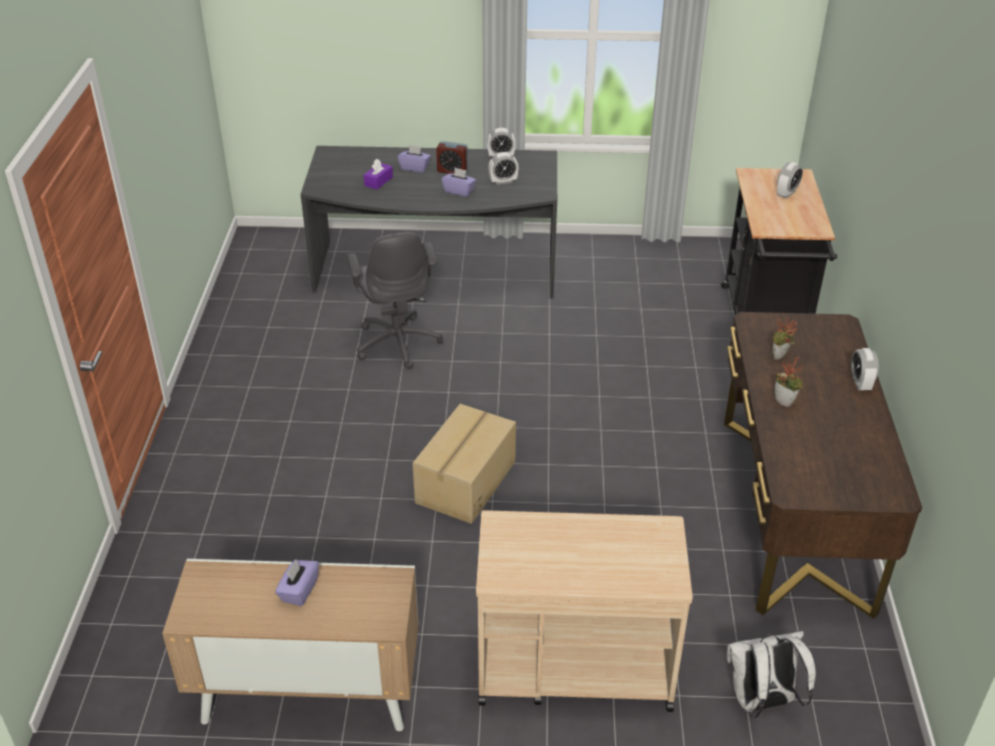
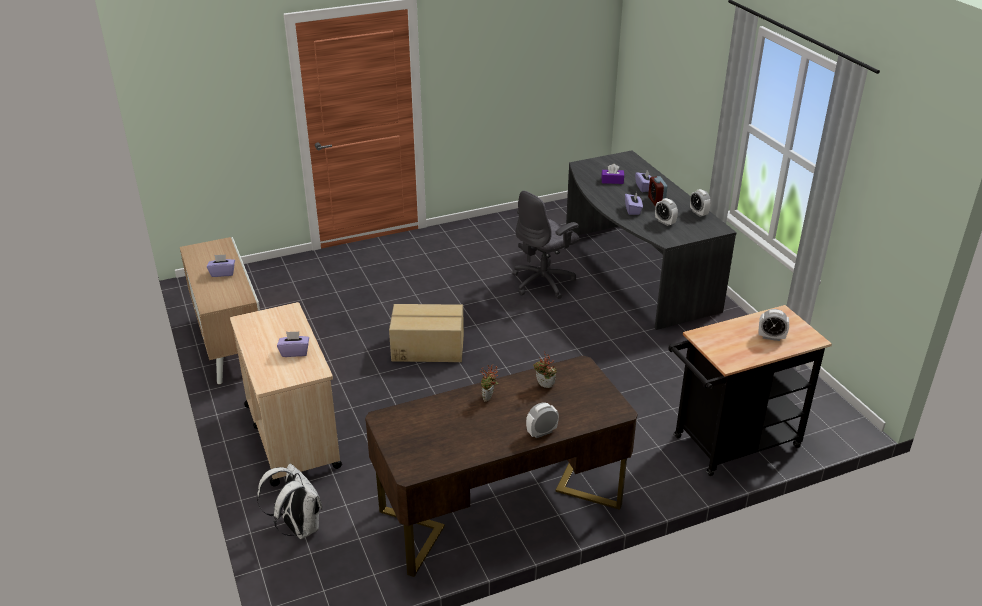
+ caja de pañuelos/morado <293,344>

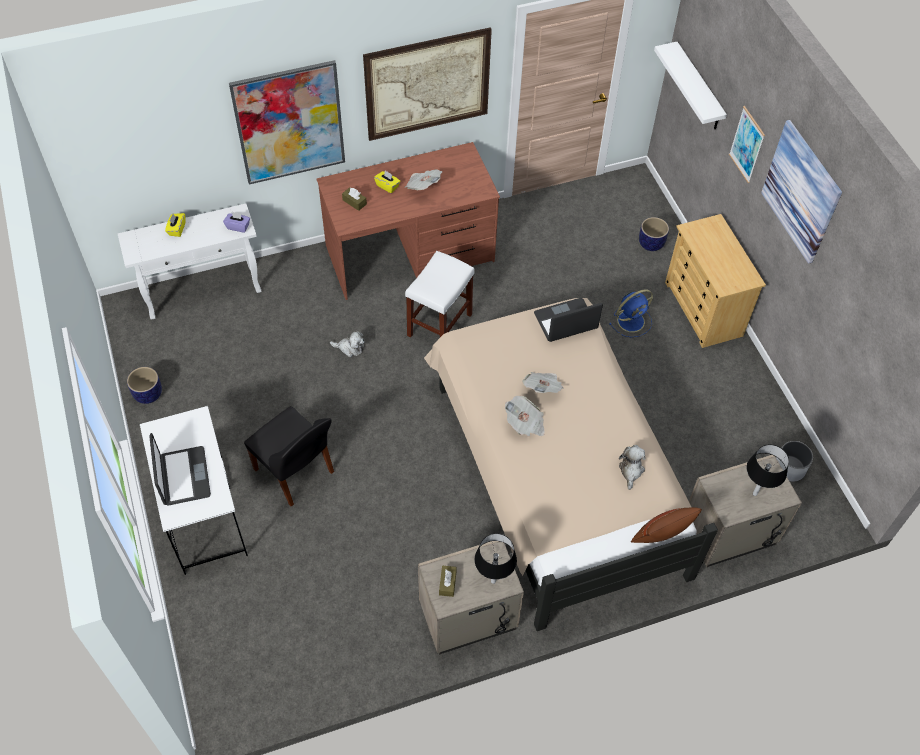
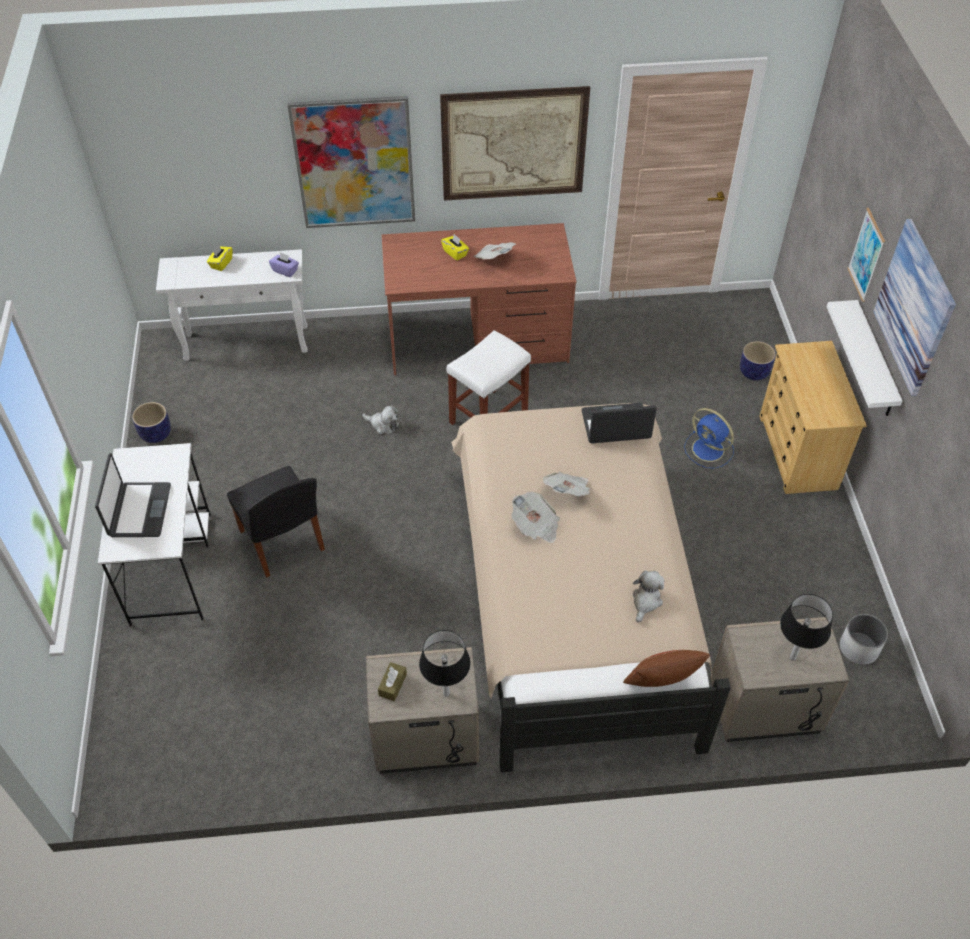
- caja de pañuelos/marrón <354,199>
~ ventilador/azul <631,313> = <709,438> 60 degrees clockwise
~ estante/blanco <690,85> to <864,358>

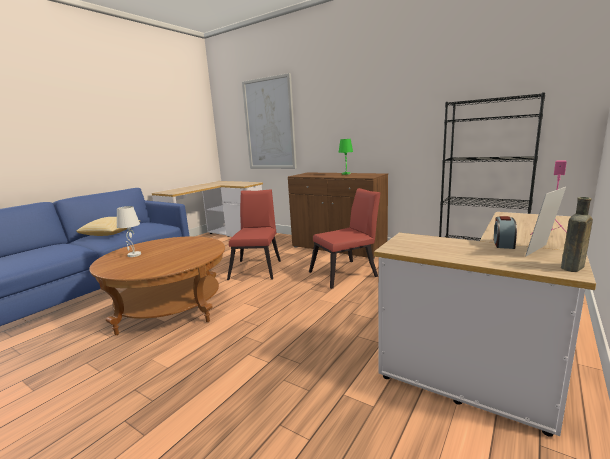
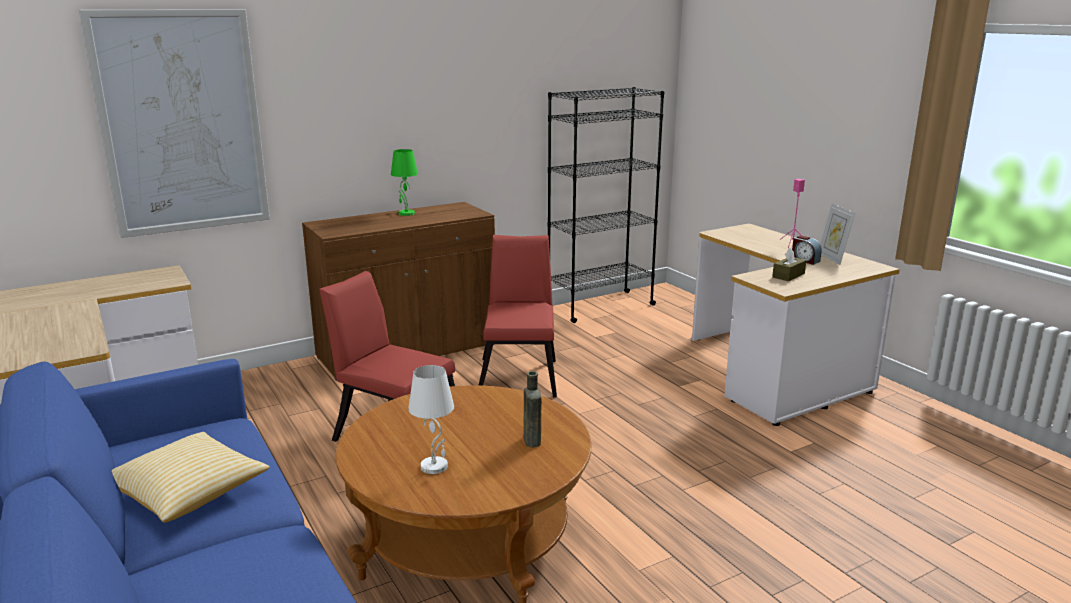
~ botella/marrón <577,234> to <532,409>
+ caja de pañuelos/marrón <789,264>

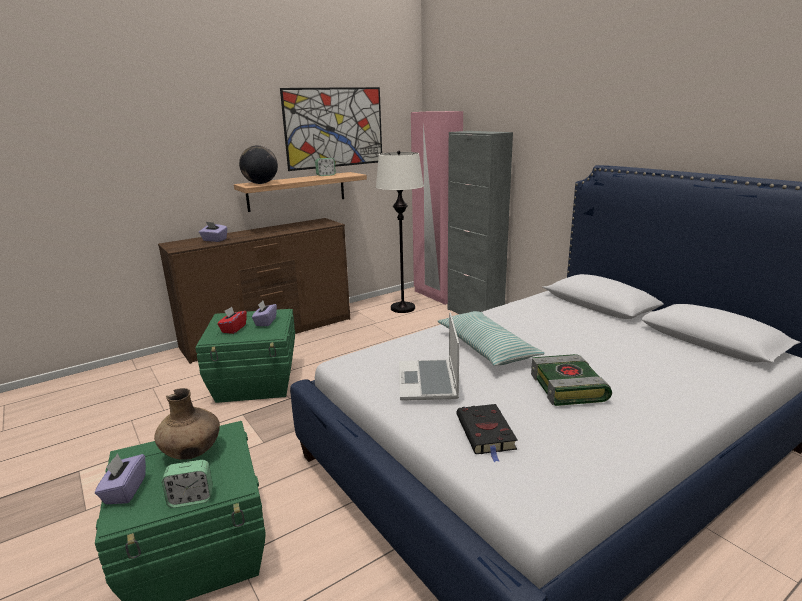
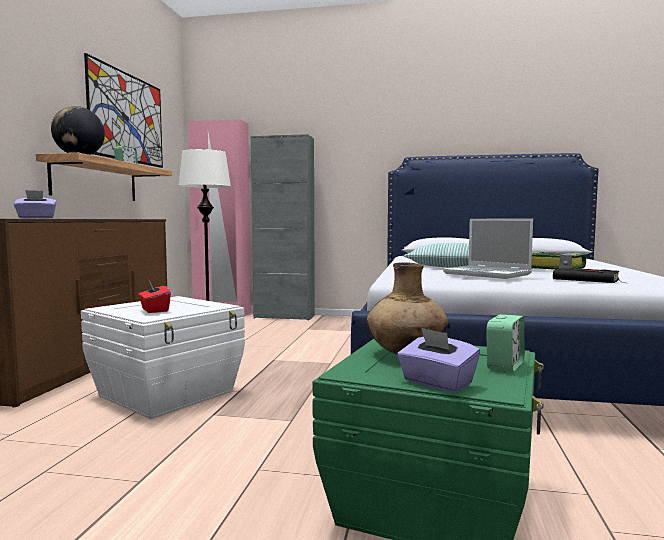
~ caja de almacenaje/verde <245,356> to caja de almacenaje/blanco <163,357>
- caja de pañuelos/morado <264,313>

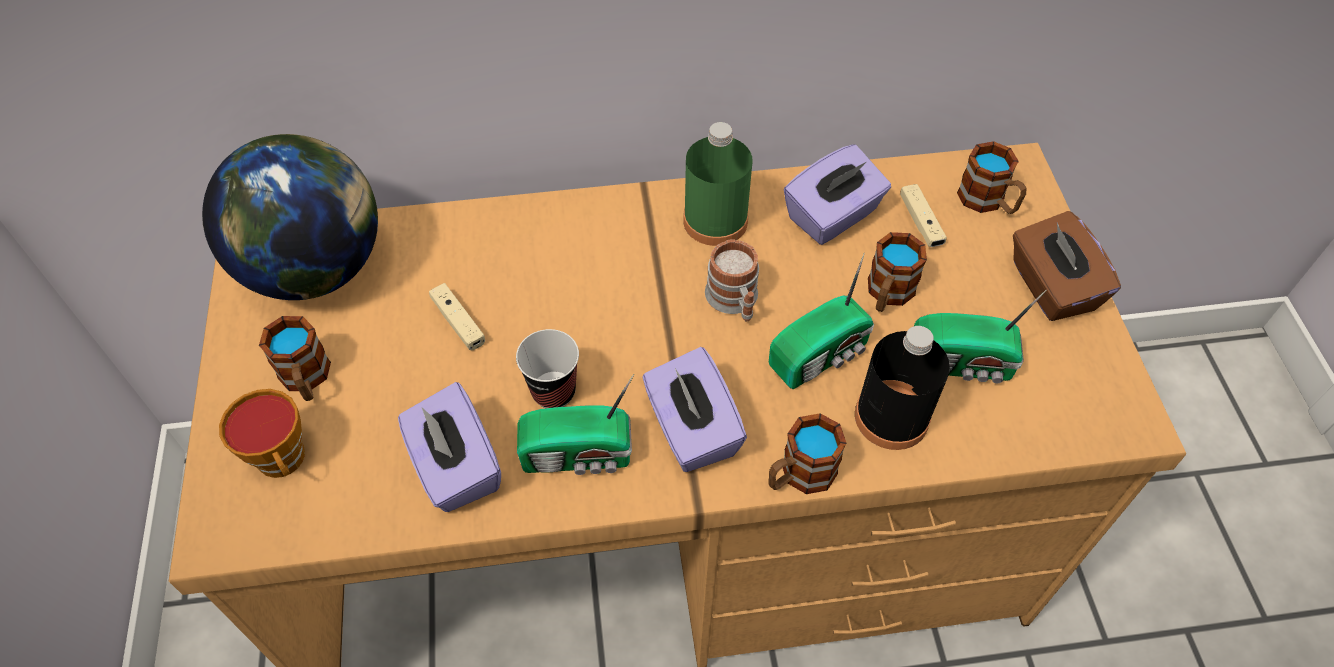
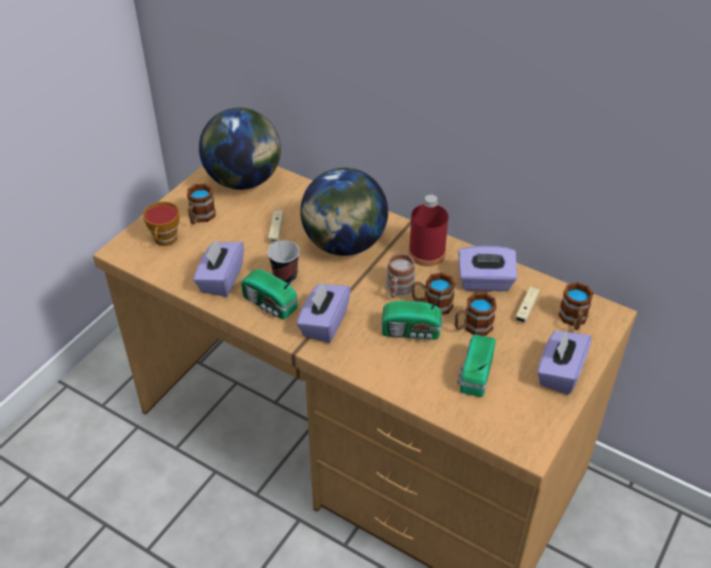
~ botella/verde <718,184> to botella/rojo <428,230>
~ taza grande <807,453> to <433,293>
- botella/negro <902,388>
~ radio <980,336> = <476,365> 60 degrees clockwise
~ caja de pañuelos/marrón <1067,266> to caja de pañuelos/morado <564,362>
+ globo terráqueo <344,212>

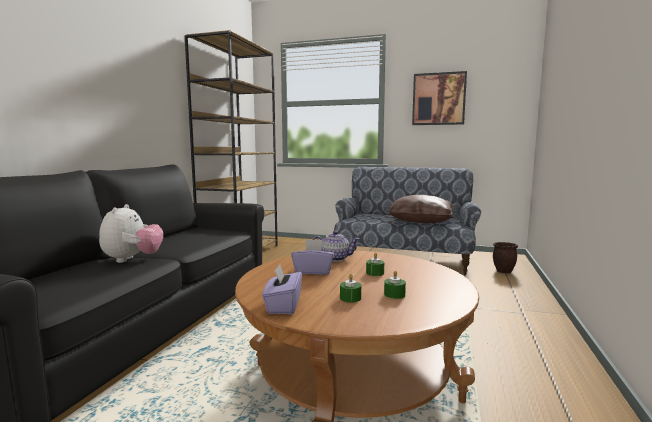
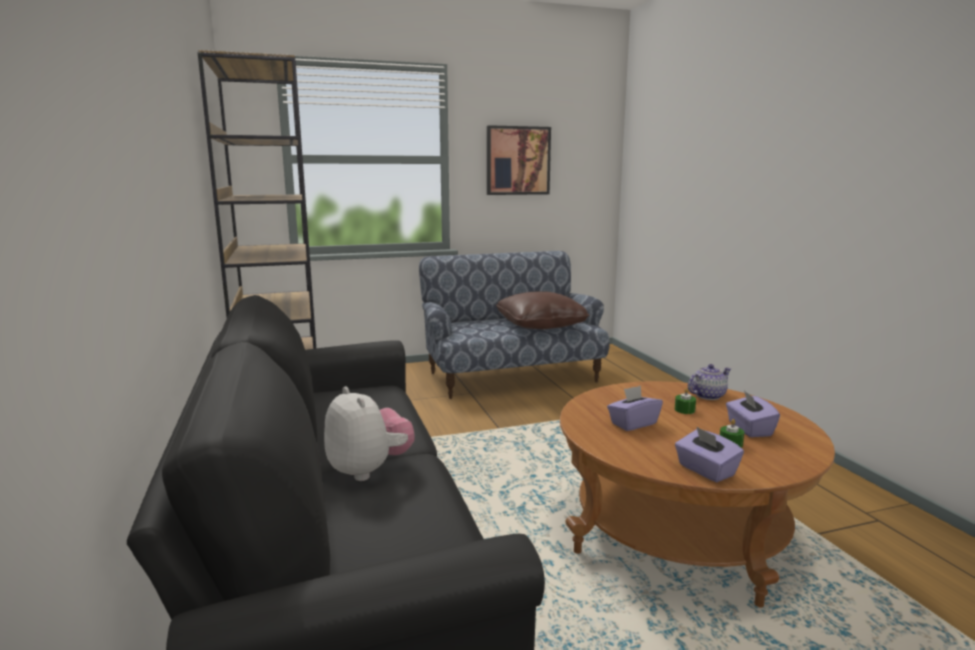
~ tetera <336,246> to <709,382>
~ vela/verde <395,285> to caja de pañuelos/morado <753,413>
- maceta/marrón <505,257>

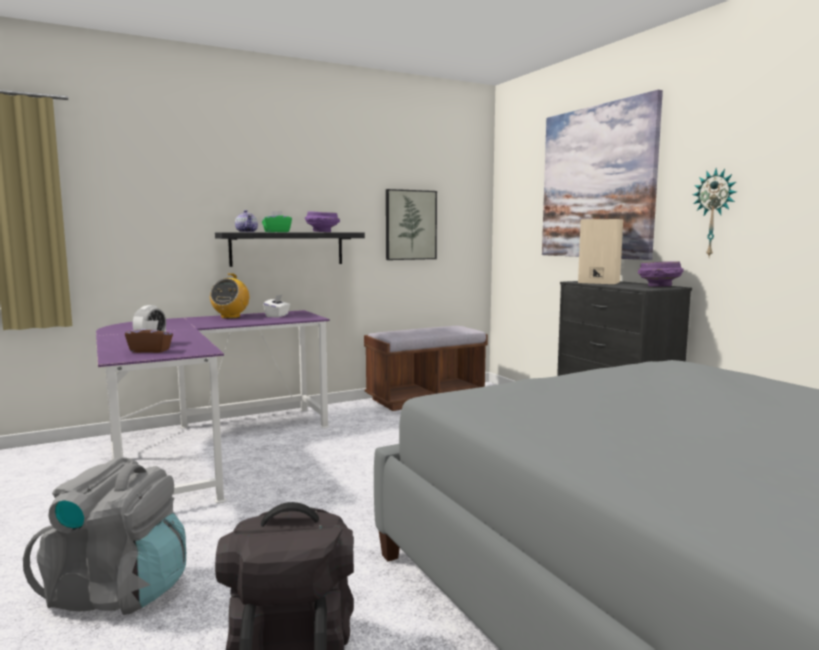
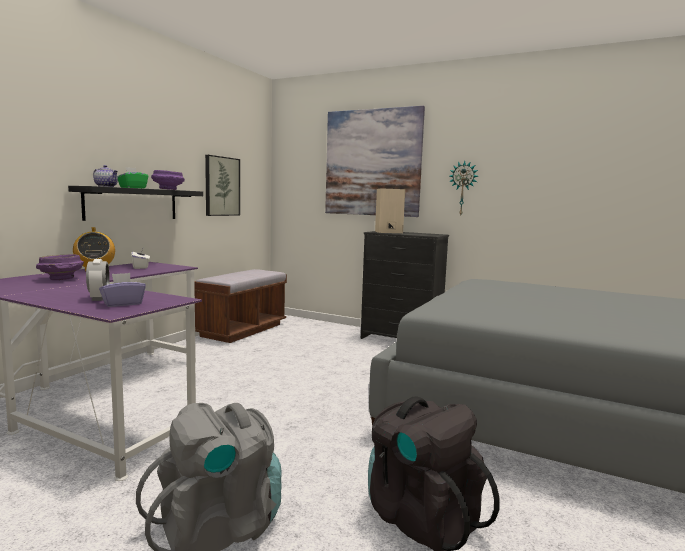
~ caja de pañuelos/marrón <149,336> to caja de pañuelos/morado <122,290>
~ cuenco/morado <661,274> to <60,267>

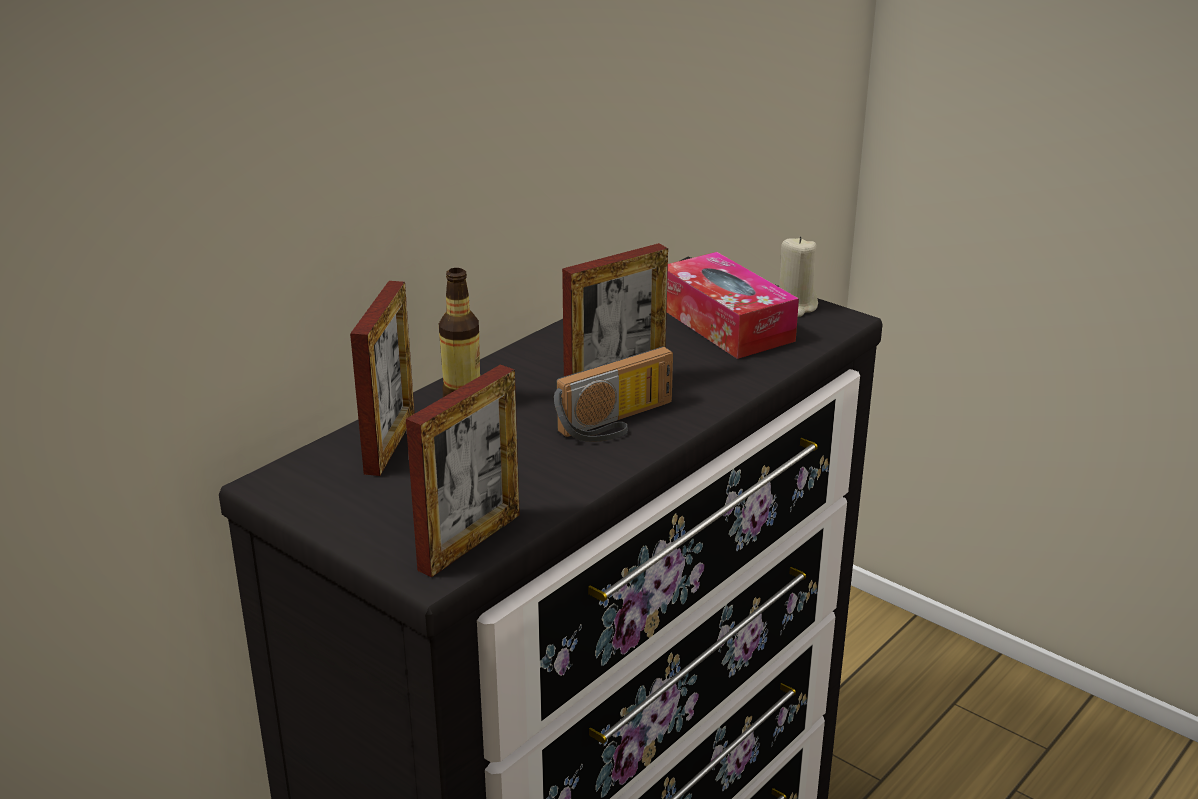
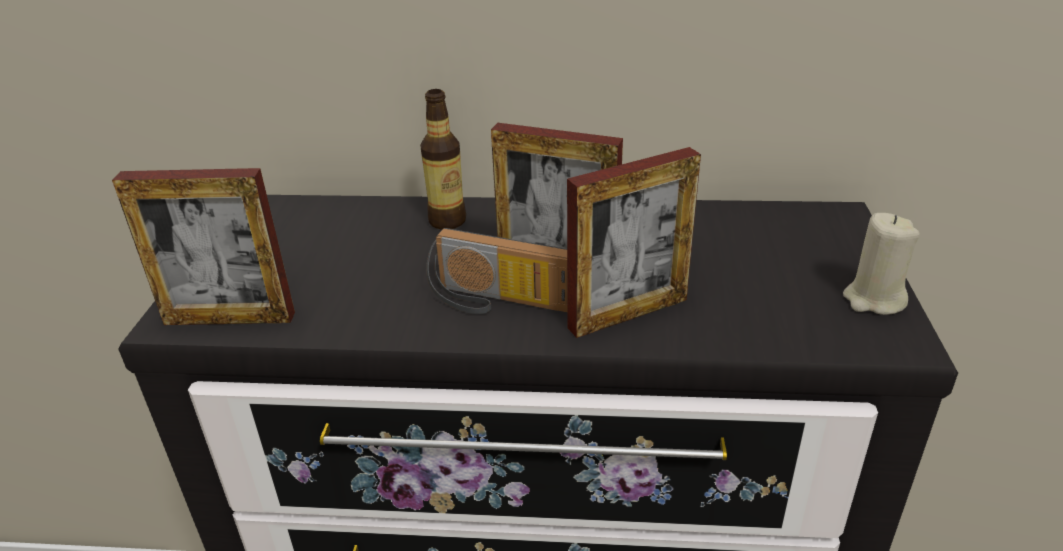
~ portarretratos <382,378> to <634,242>
- caja de pañuelos <733,305>

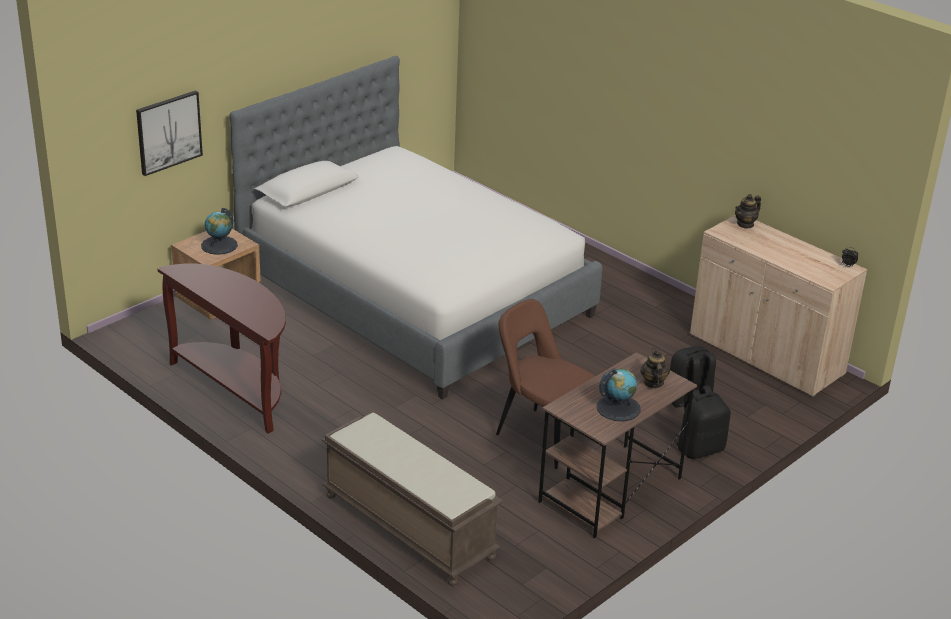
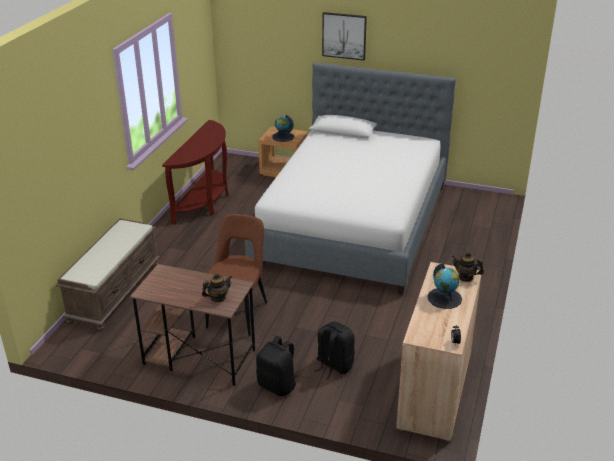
~ cuadro <169,133> to <344,36>
~ globo terráqueo <619,394> to <444,286>

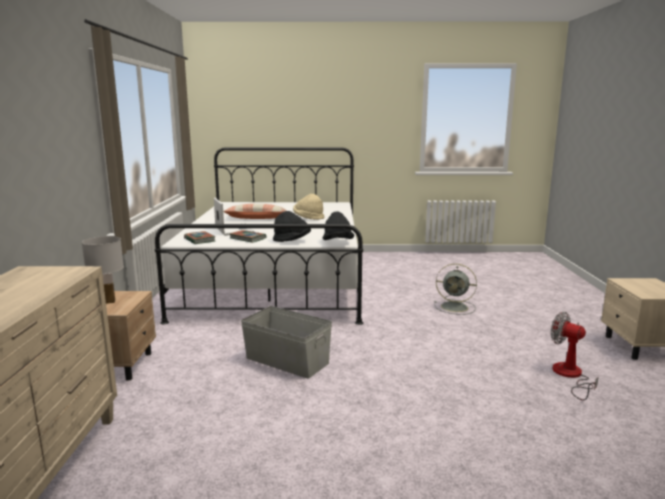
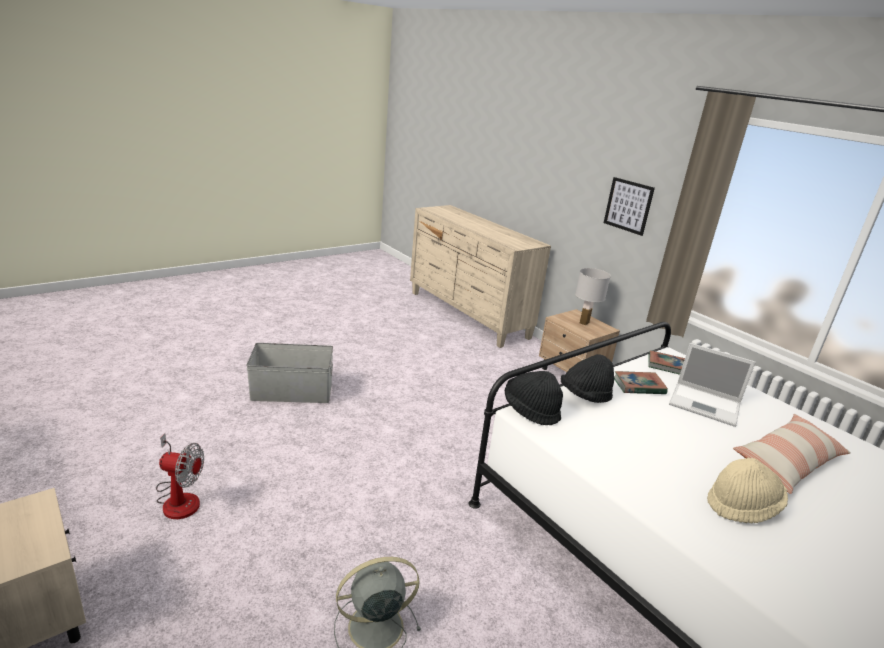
~ caja de almacenaje/gris <286,342> to <289,373>
+ cuadro <629,206>

